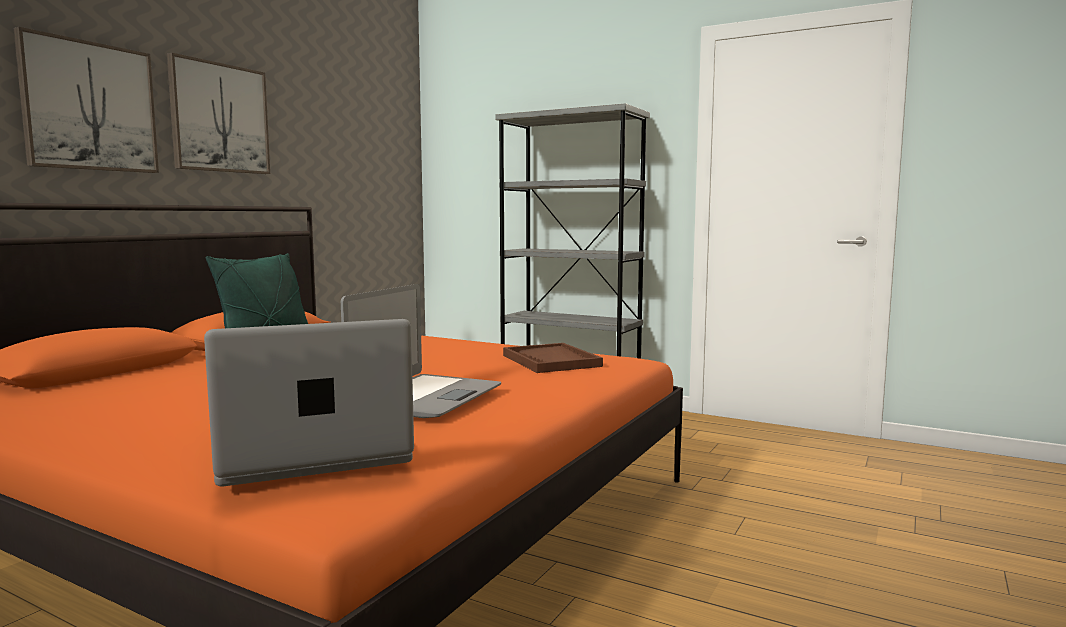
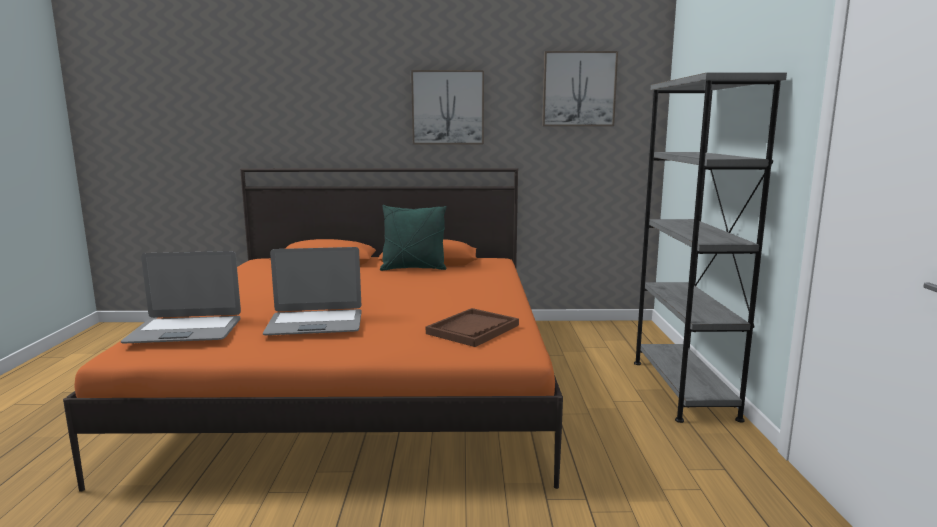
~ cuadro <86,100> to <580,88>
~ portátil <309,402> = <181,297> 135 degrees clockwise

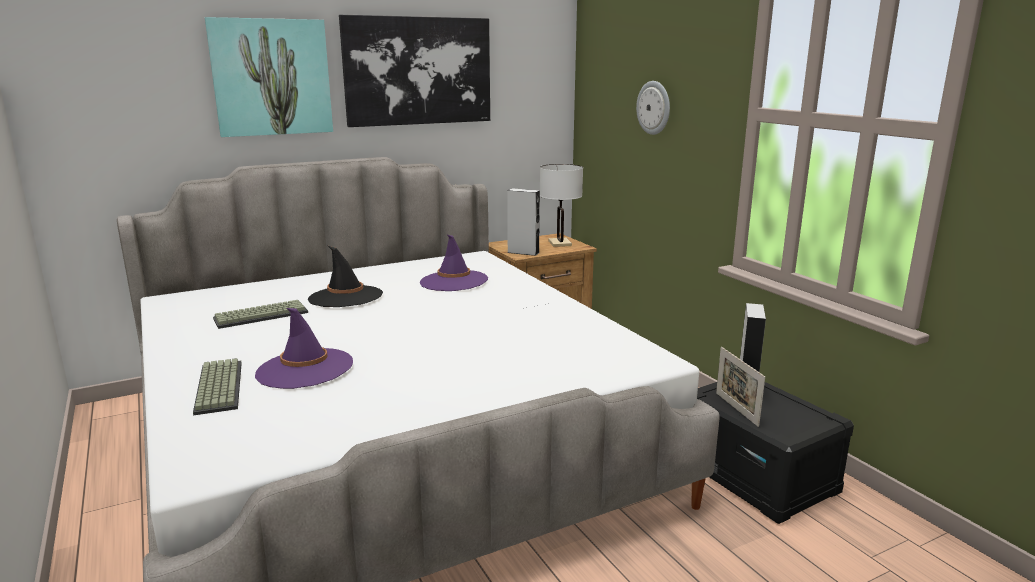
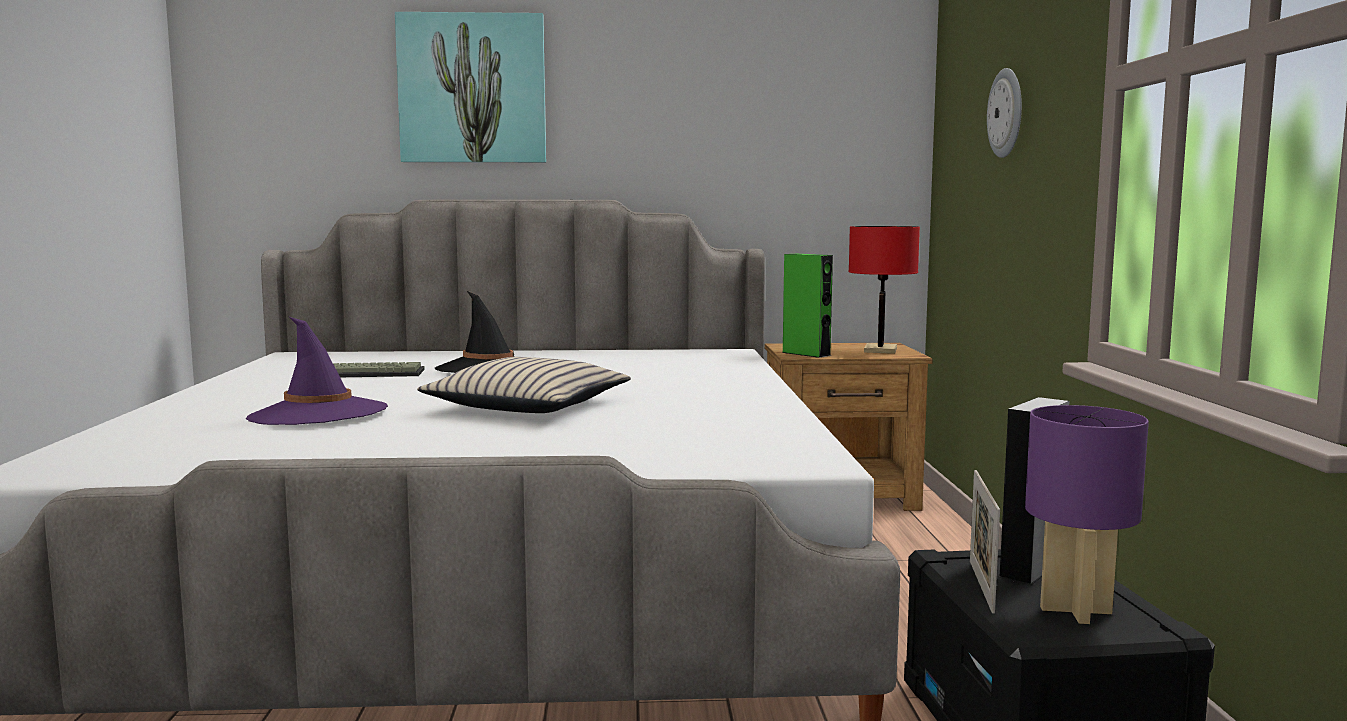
- teclado <217,386>
- cuadro <414,71>
- sombrero/morado <454,263>
~ altavoz/gris <523,222> to altavoz/verde <807,306>
~ lámpara de mesa/blanco <561,205> to lámpara de mesa/rojo <884,290>
+ cojín/beis <524,385>
+ lámpara de mesa/morado <1087,514>

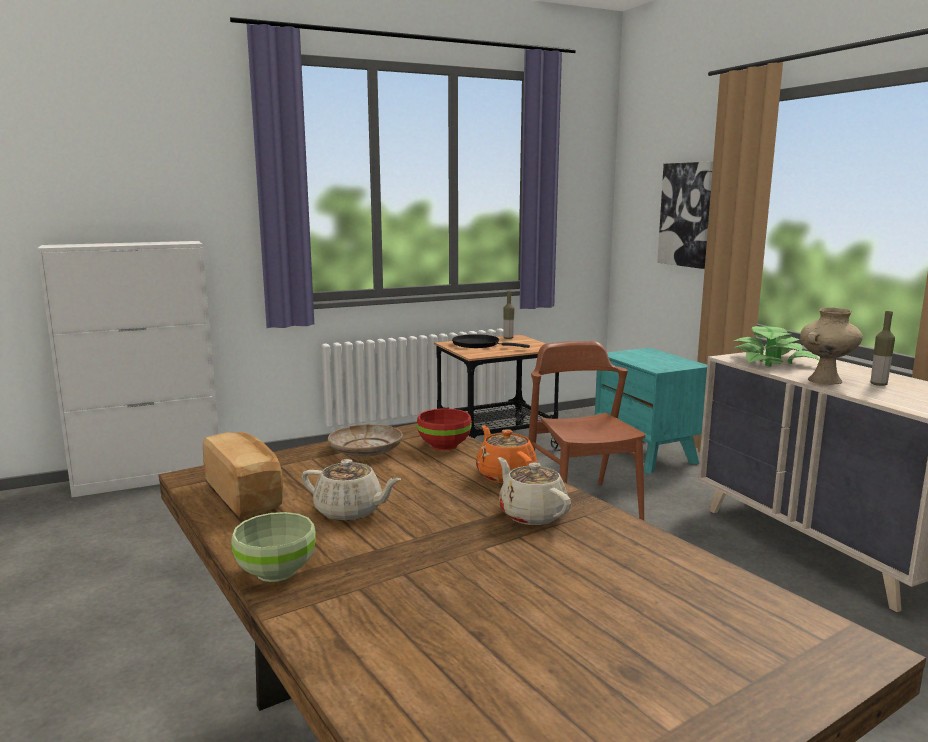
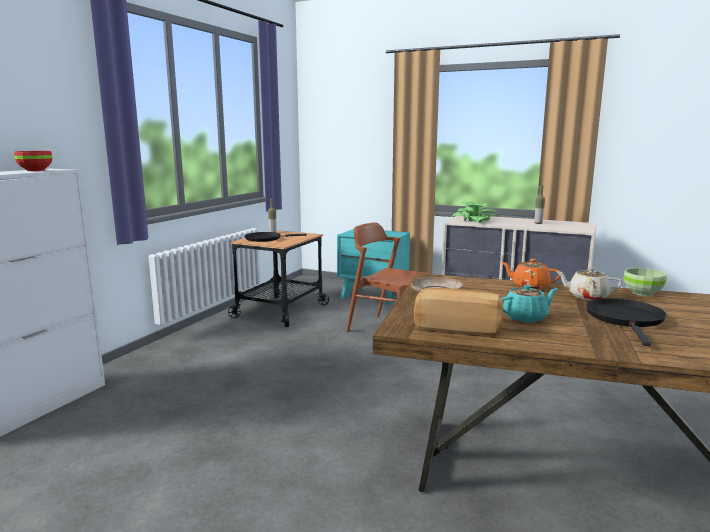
~ cuenco/verde <273,547> to <645,282>
~ tetera/beis <351,490> to tetera/turquesa <529,303>
~ cuenco/rojo <444,429> to <33,161>
- cuadro <685,215>
- florero/beis <831,345>
+ sartén/negro <626,322>

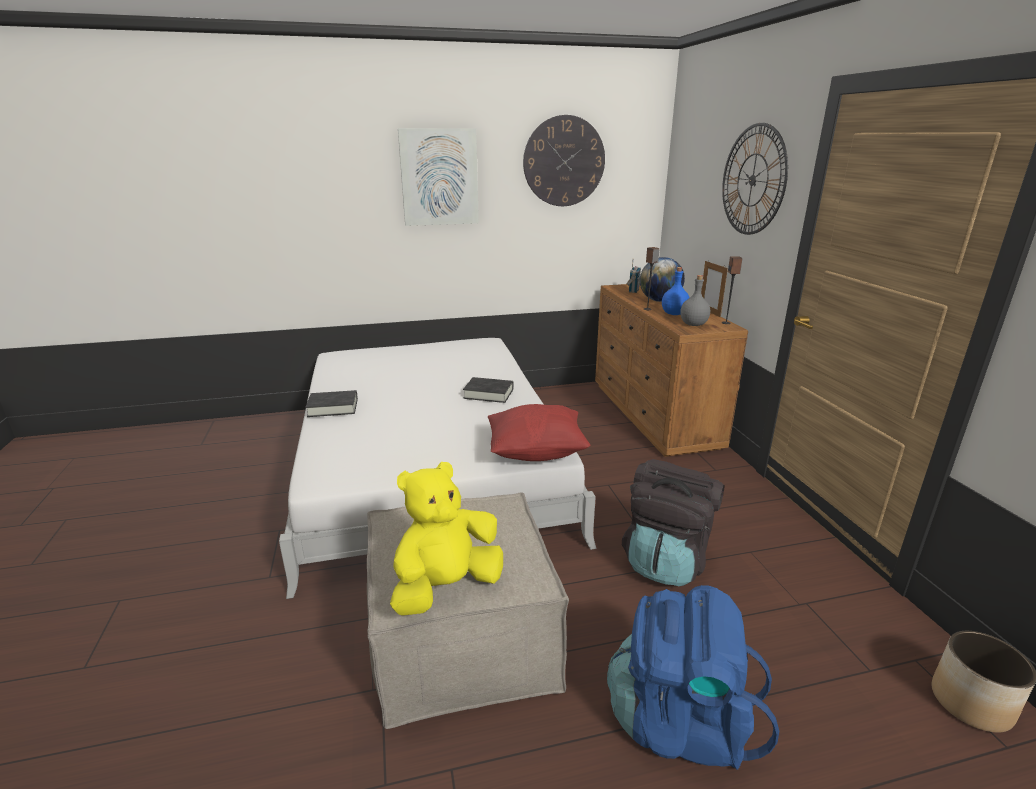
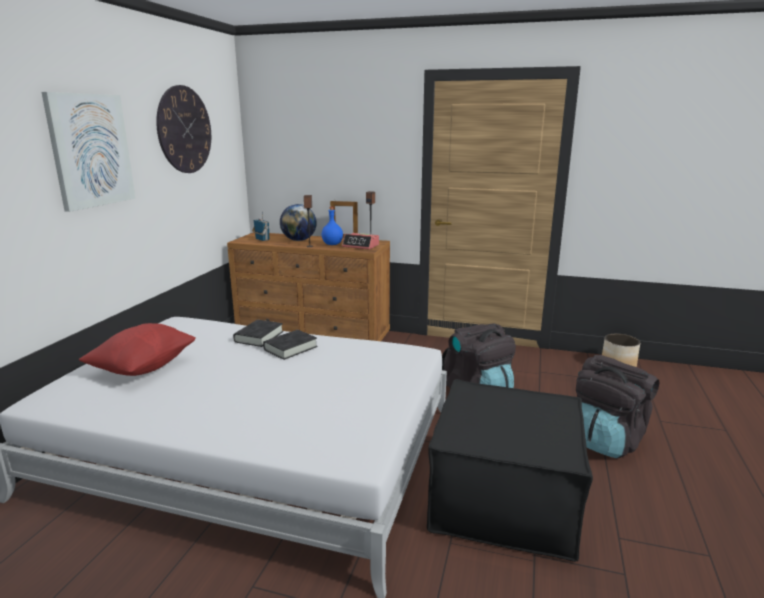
~ libro/negro <331,403> to <258,333>
~ puf/beis <468,610> to puf/negro <510,470>
- peluche/amarillo <446,539>
~ cojín/rojo <539,432> to <137,349>
~ mochila/azul <693,677> to mochila/negro <617,406>
~ botella/gris <695,300> to despertador <360,241>
- reloj de pared <755,179>

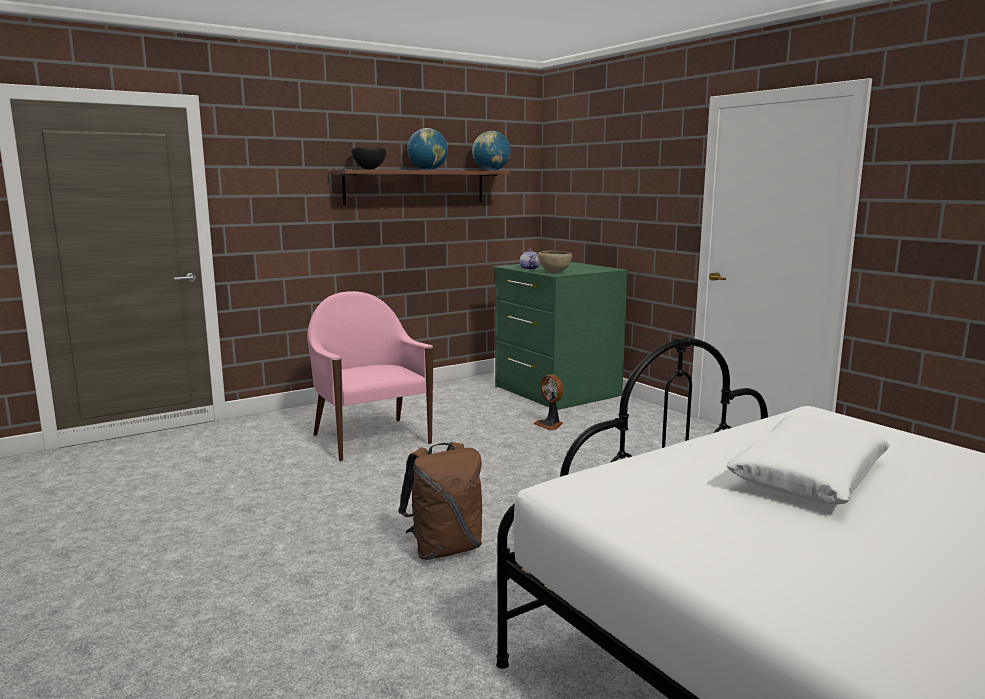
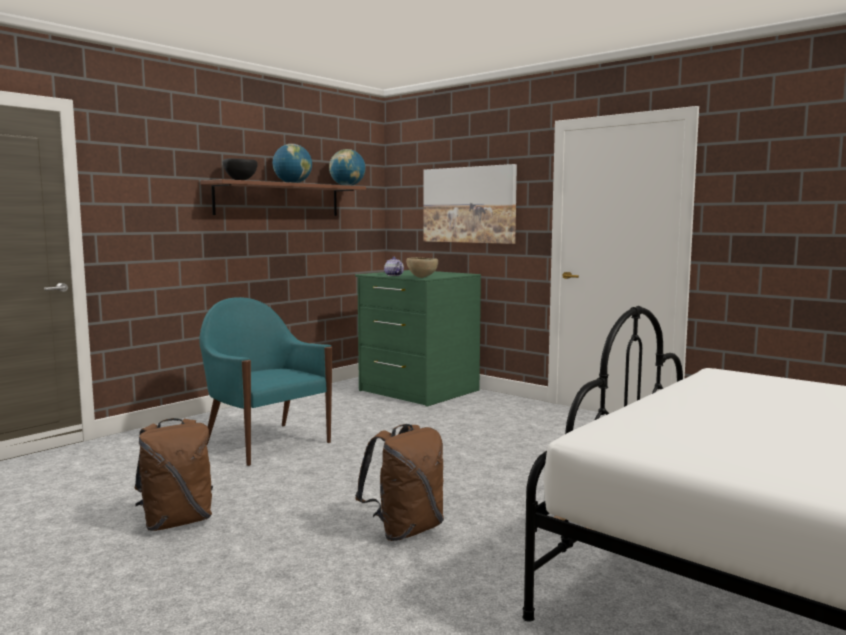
~ sillón/rosa <370,376> to sillón/turquesa <266,381>
- ventilador <548,402>
- cojín/blanco <808,460>
+ mochila/marrón <174,474>
+ cuadro <470,204>

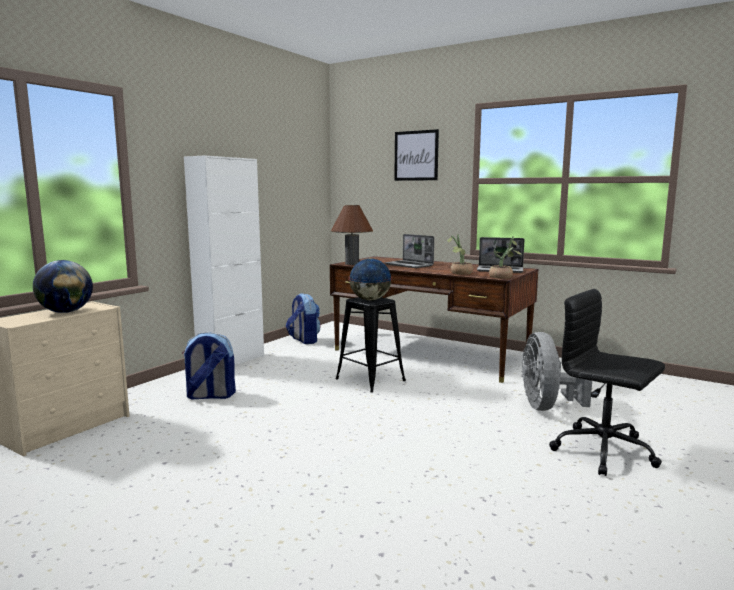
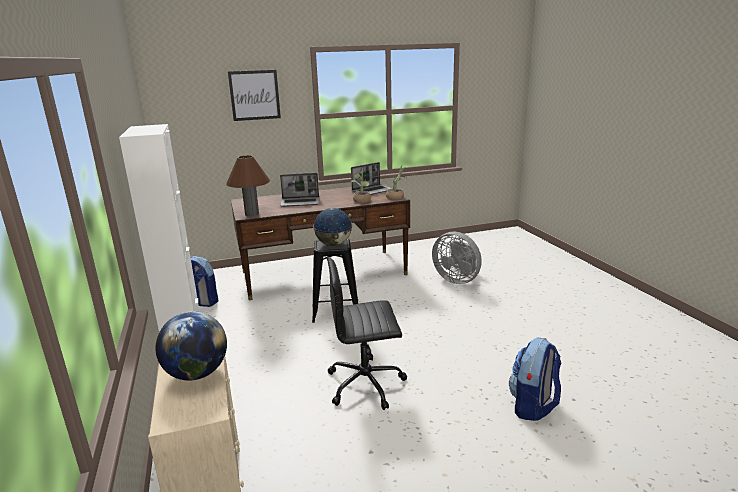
~ mochila <209,366> to <535,379>
~ silla de oficina/negro <607,382> to <367,333>

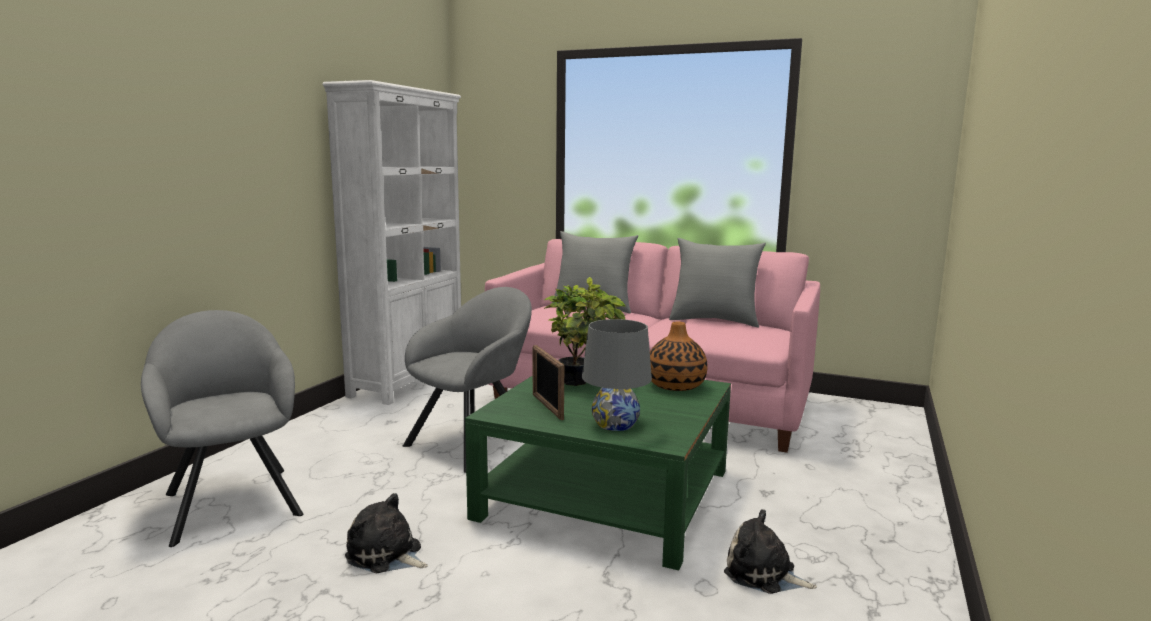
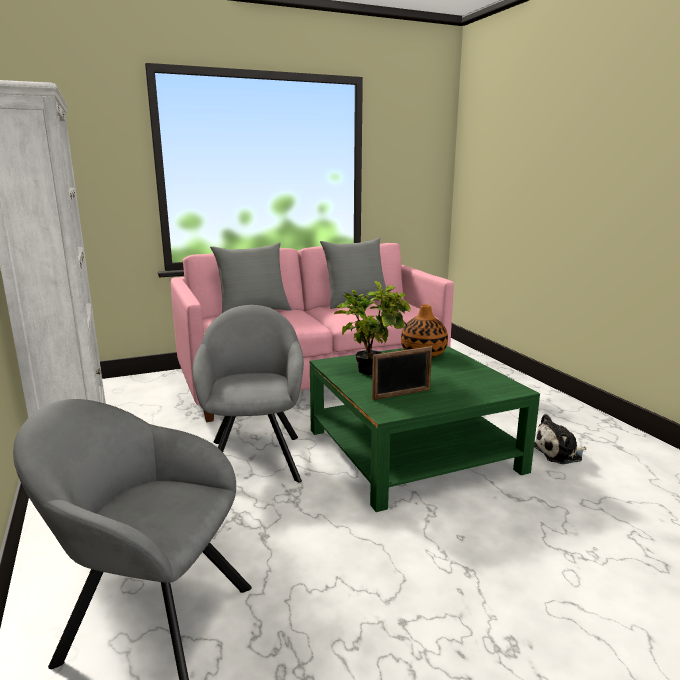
- peluche <386,533>
~ portarretratos <548,382> = <402,373> 45 degrees counterclockwise
- lámpara de mesa/gris <617,375>

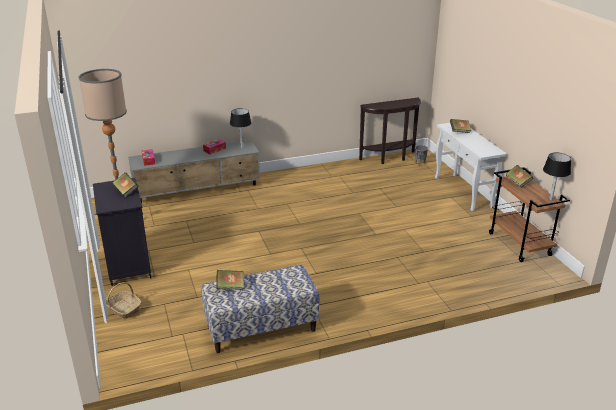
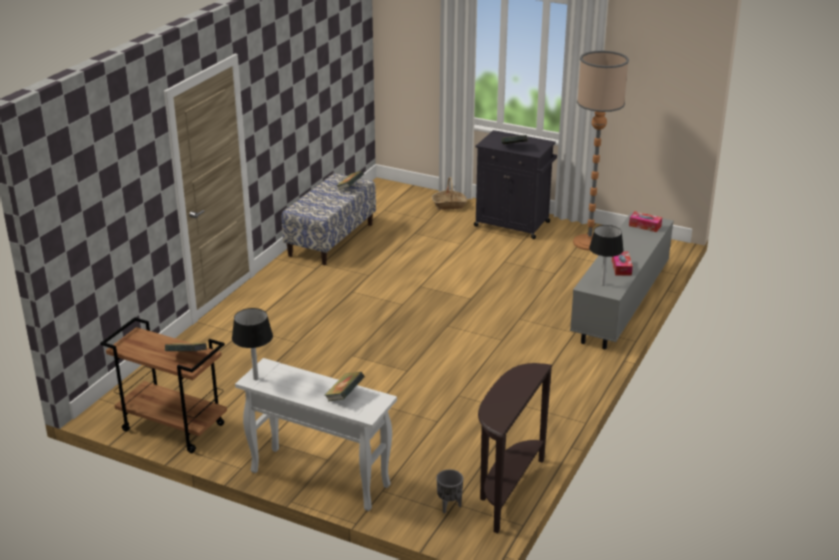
~ lámpara de mesa/negro <557,176> to <252,344>

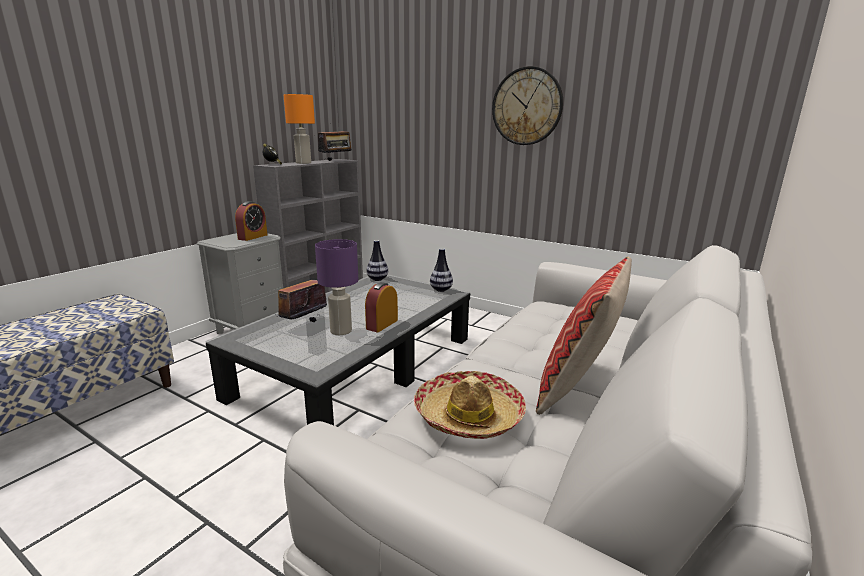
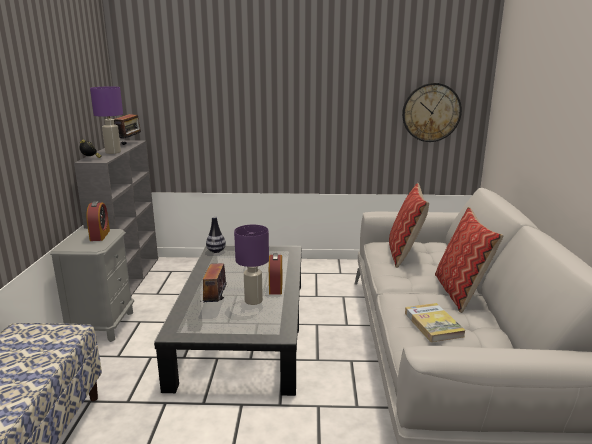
~ lámpara de mesa/naranja <299,129> to lámpara de mesa/morado <106,120>
~ sombrero <470,405> to libro <435,322>
- florero <441,270>
~ reloj de pared <527,105> to <432,112>
+ cojín <409,225>

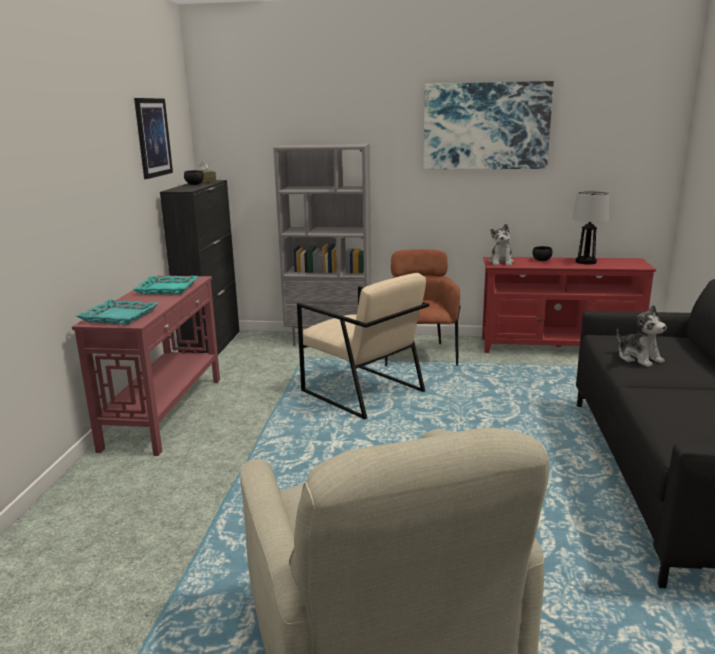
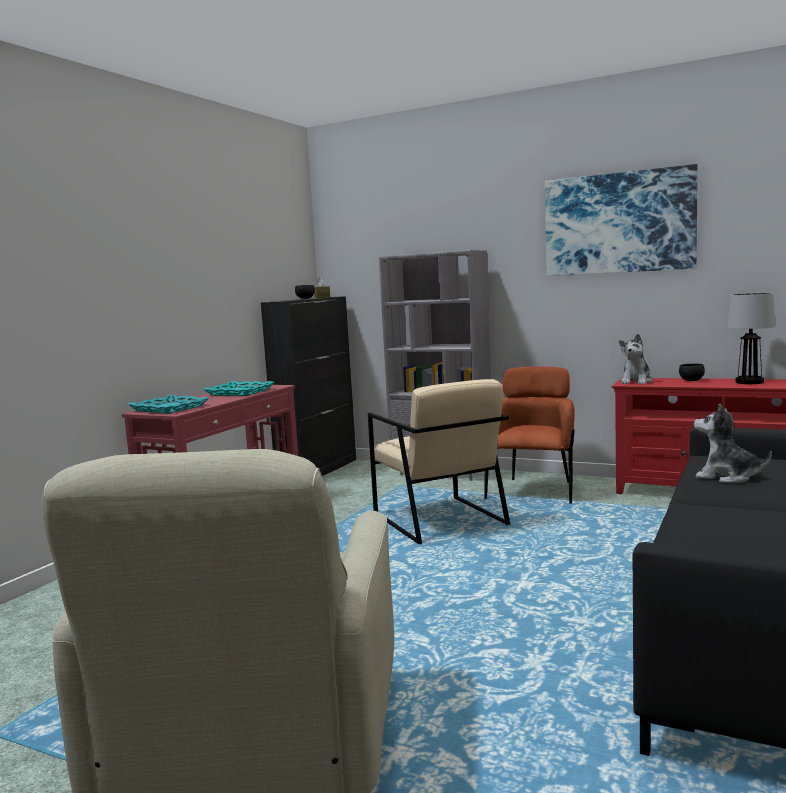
- cuadro <153,138>
~ peluche <642,336> = <733,443> 135 degrees clockwise

